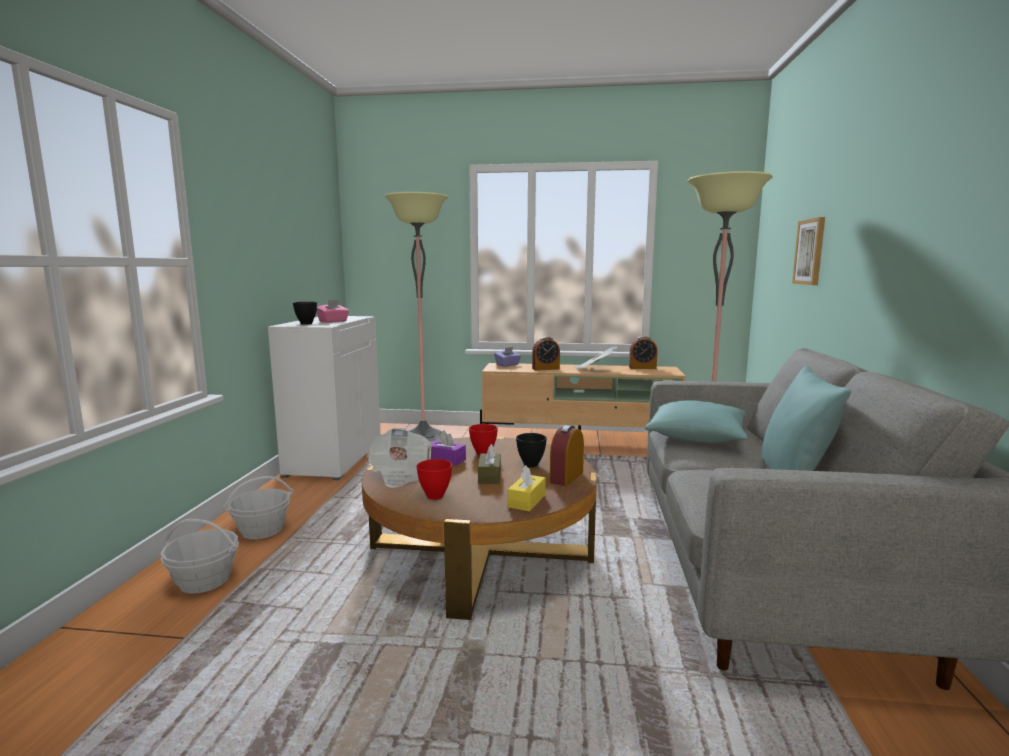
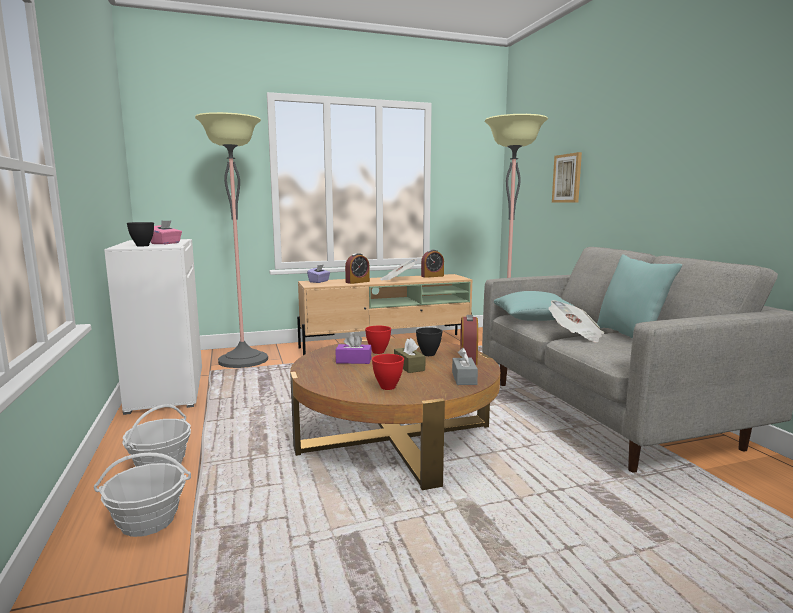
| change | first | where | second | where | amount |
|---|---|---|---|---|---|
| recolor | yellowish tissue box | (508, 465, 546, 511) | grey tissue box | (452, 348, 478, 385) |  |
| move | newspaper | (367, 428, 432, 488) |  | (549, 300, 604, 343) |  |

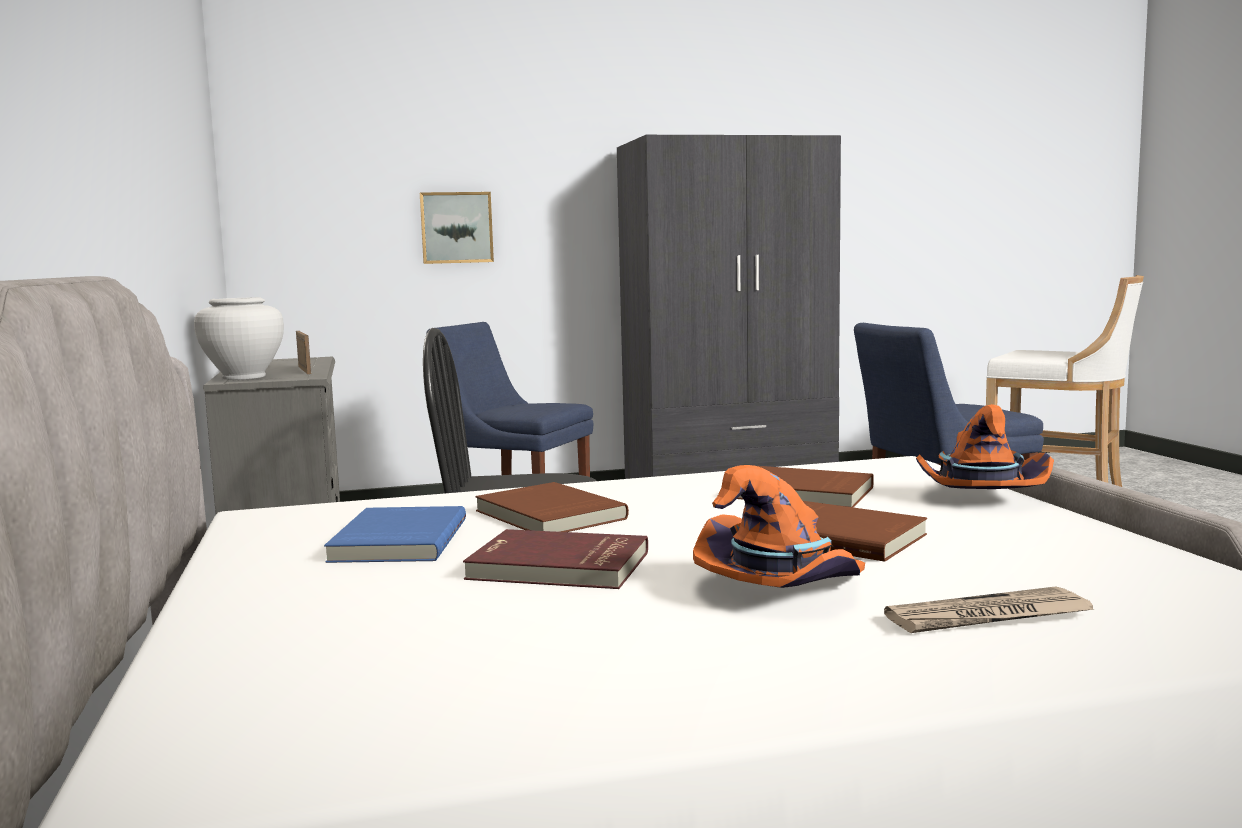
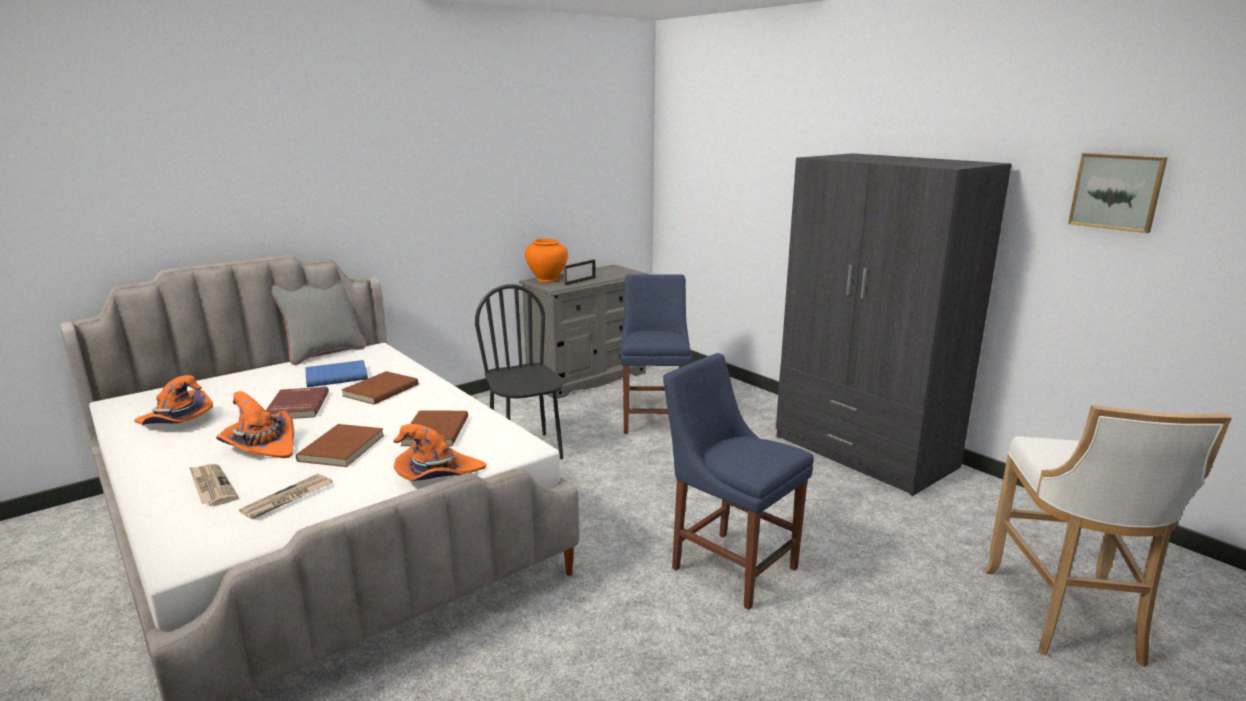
| change | first | where | second | where | amount |
|---|---|---|---|---|---|
| insert |  |  | orange-coloured hat | (134, 375, 213, 425) |  |
| insert |  |  | newspaper | (239, 474, 333, 519) |  |
| insert |  |  | grey pillow | (270, 277, 366, 365) |  |
| recolor | whitish flower vase | (194, 297, 284, 380) | orange-coloured flower vase | (525, 239, 568, 282) |  |
| move | wall art | (420, 192, 494, 264) |  | (1068, 153, 1168, 233) |  |

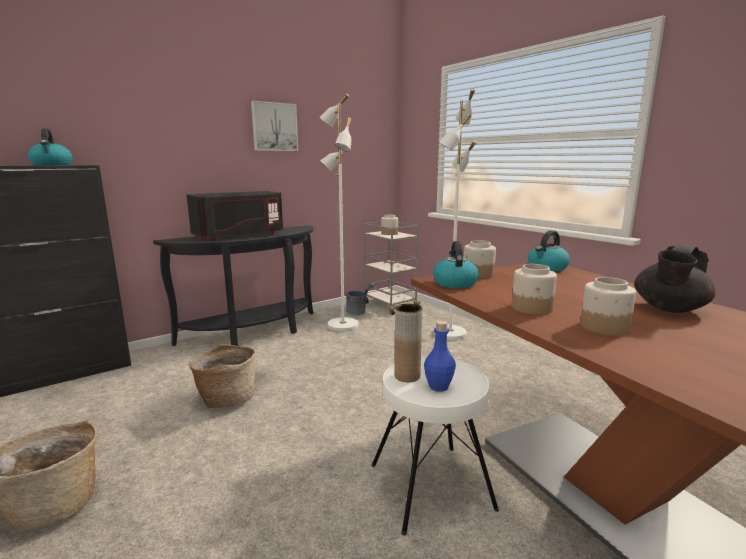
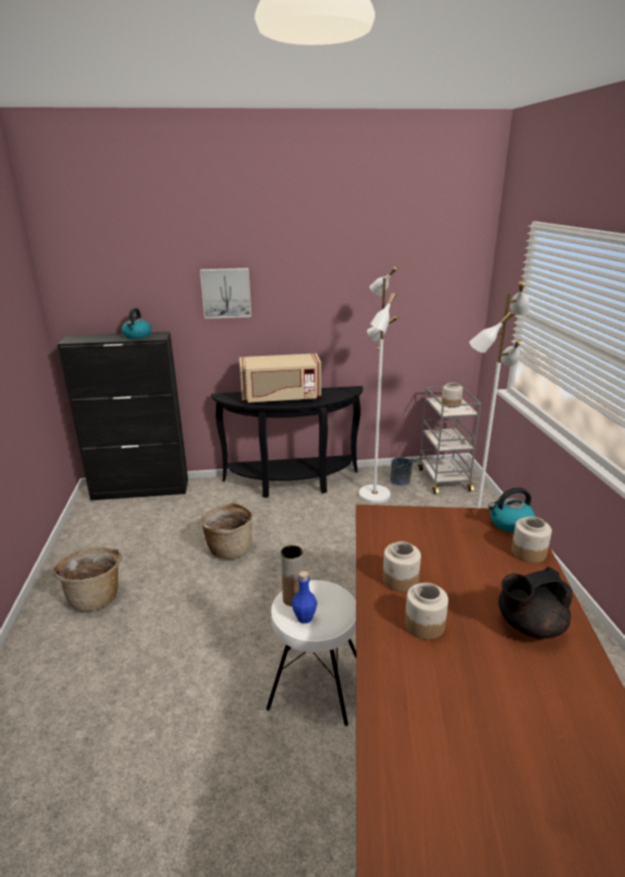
| change | first | where | second | where | amount |
|---|---|---|---|---|---|
| move | wall art | (251, 101, 298, 151) |  | (200, 268, 251, 319) |  |
| recolor | black microwave oven | (187, 191, 283, 240) | sand-coloured microwave oven | (239, 353, 321, 403) |  |
| move | jar | (464, 240, 496, 279) |  | (511, 516, 552, 563) |  |
| delete | water kettle | (433, 241, 479, 288) |  |  |  |

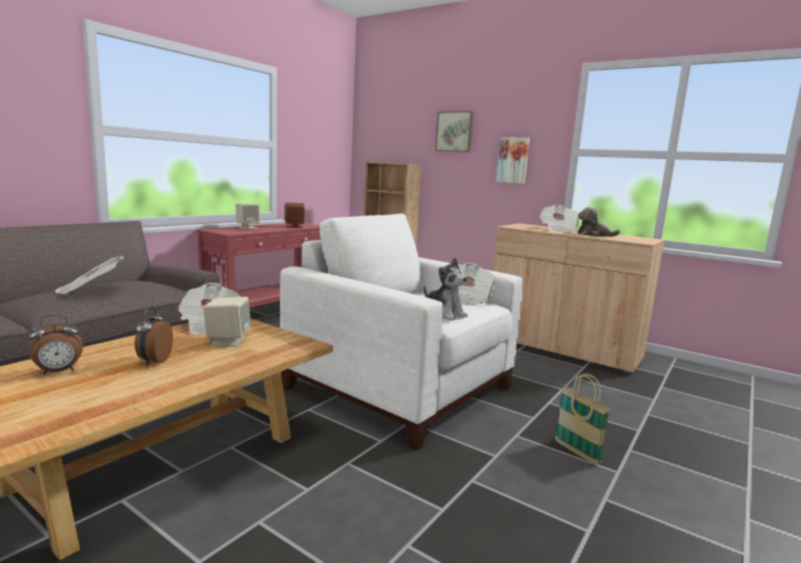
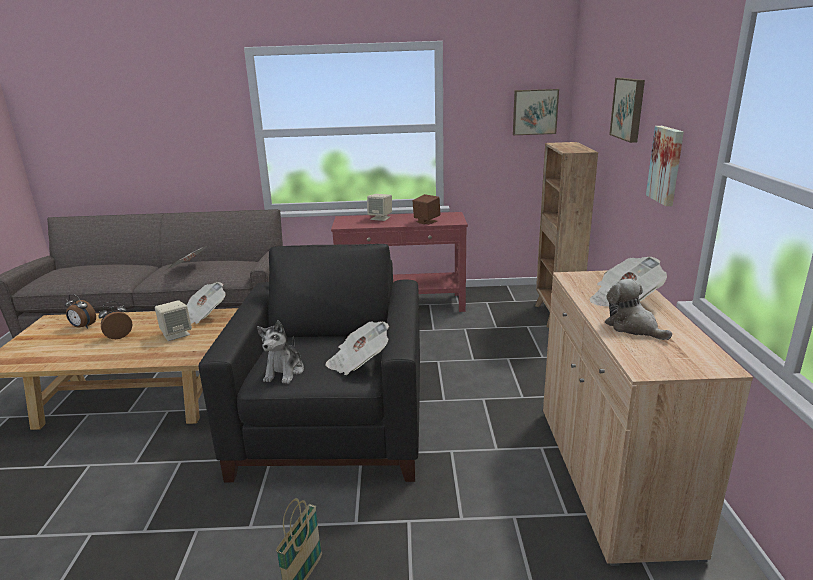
| change | first | where | second | where | amount |
|---|---|---|---|---|---|
| recolor | whitish armchair | (280, 213, 523, 451) | black armchair | (198, 244, 420, 482) |  |
| insert |  |  | wall art | (513, 89, 559, 135) |  |

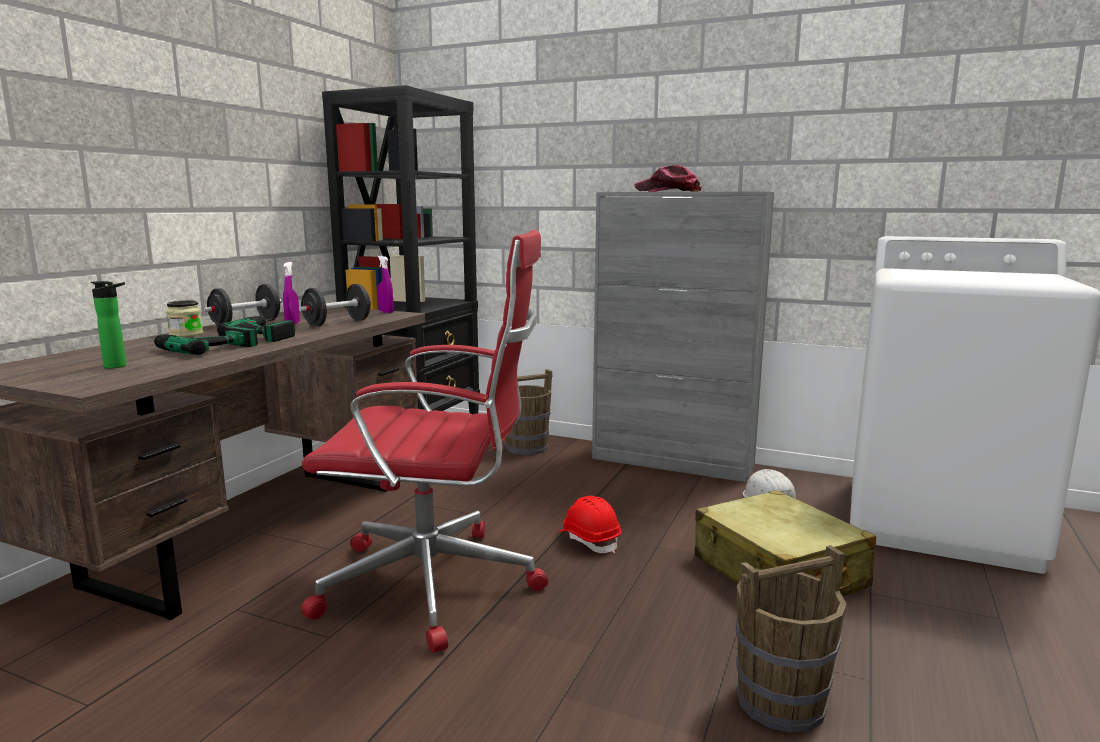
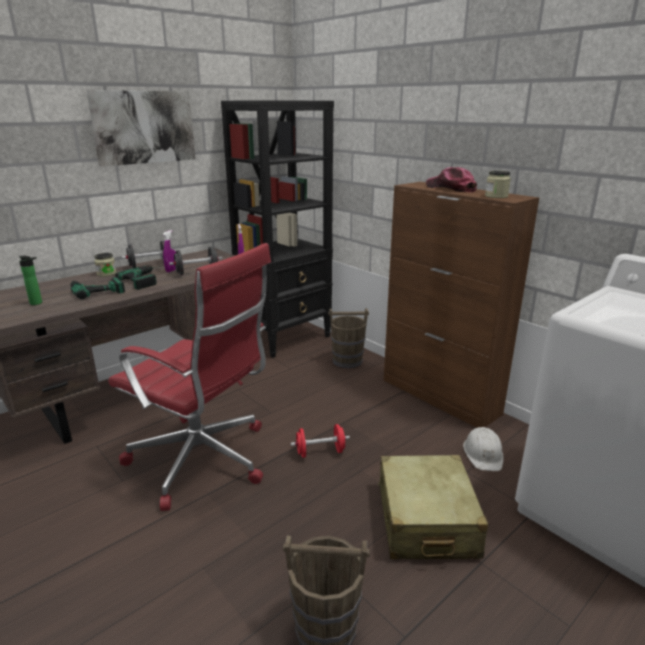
| change | first | where | second | where | amount |
|---|---|---|---|---|---|
| insert |  |  | wall art | (86, 90, 196, 166) |  |
| replace | reddish safety helmet | (558, 496, 621, 553) | reddish dumbbell | (291, 424, 350, 458) |  |
| recolor | grey storage cabinet | (592, 191, 774, 482) | brown storage cabinet | (384, 182, 539, 428) |  |
| insert |  |  | jar | (485, 171, 511, 198) |  |

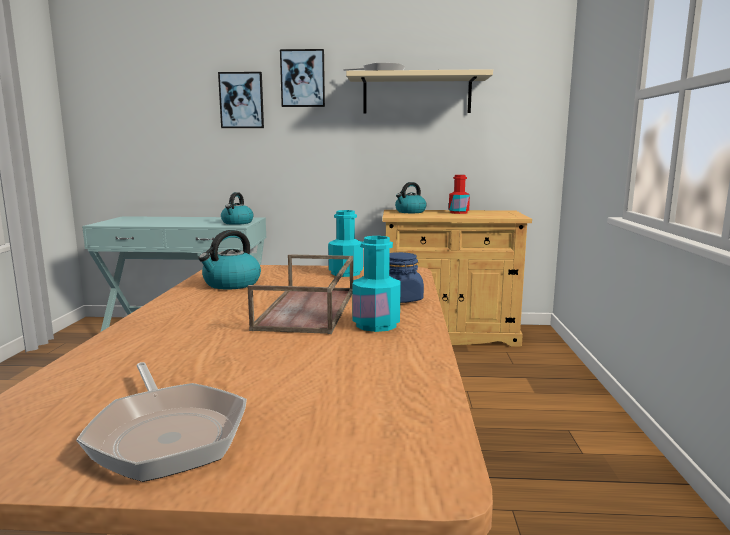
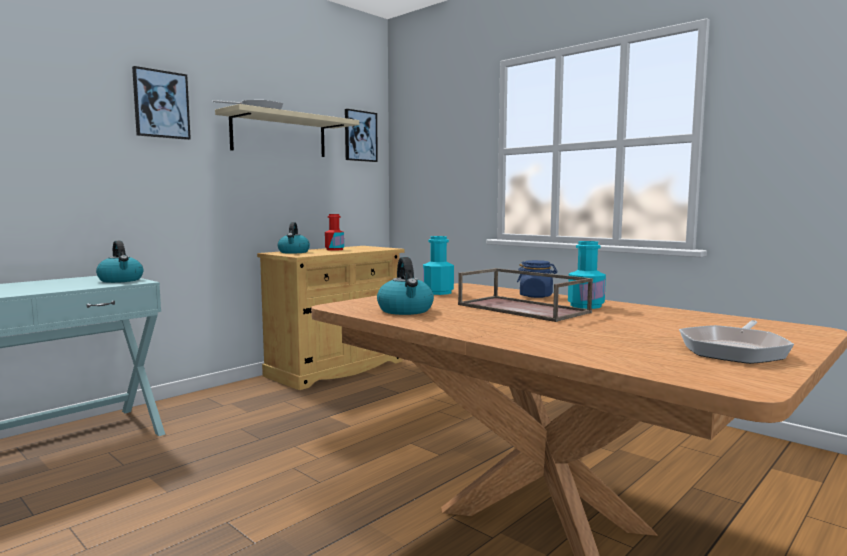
| change | first | where | second | where | amount |
|---|---|---|---|---|---|
| move | wall art | (218, 72, 264, 128) |  | (345, 109, 378, 162) |  |
| rotate | skillet | (76, 362, 247, 482) |  | (679, 320, 794, 364) | 120 degrees clockwise |

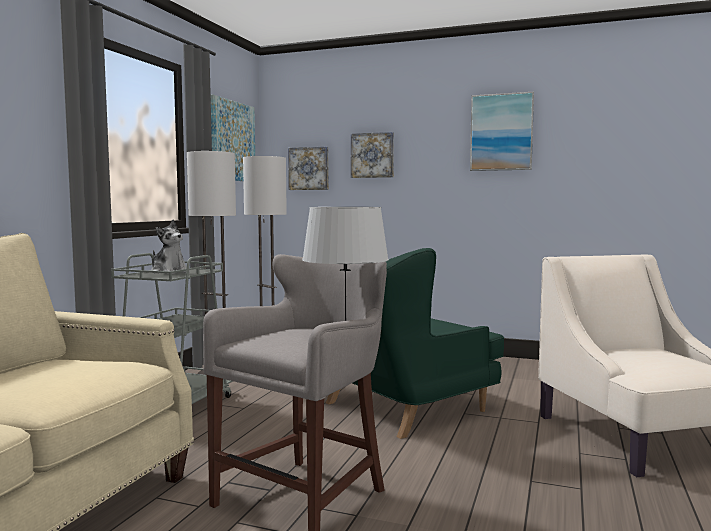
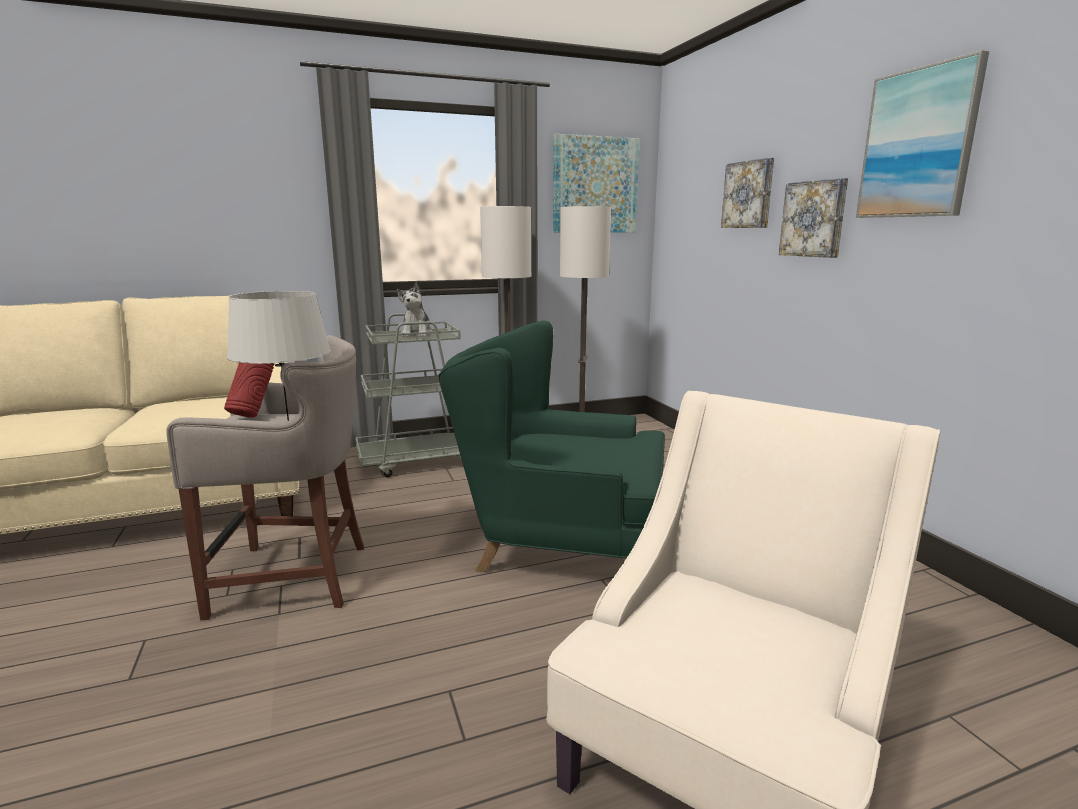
| change | first | where | second | where | amount |
|---|---|---|---|---|---|
| insert |  |  | reddish flower vase | (224, 363, 275, 418) |  |
| move | wall art | (288, 147, 329, 190) |  | (779, 178, 848, 258) |  |

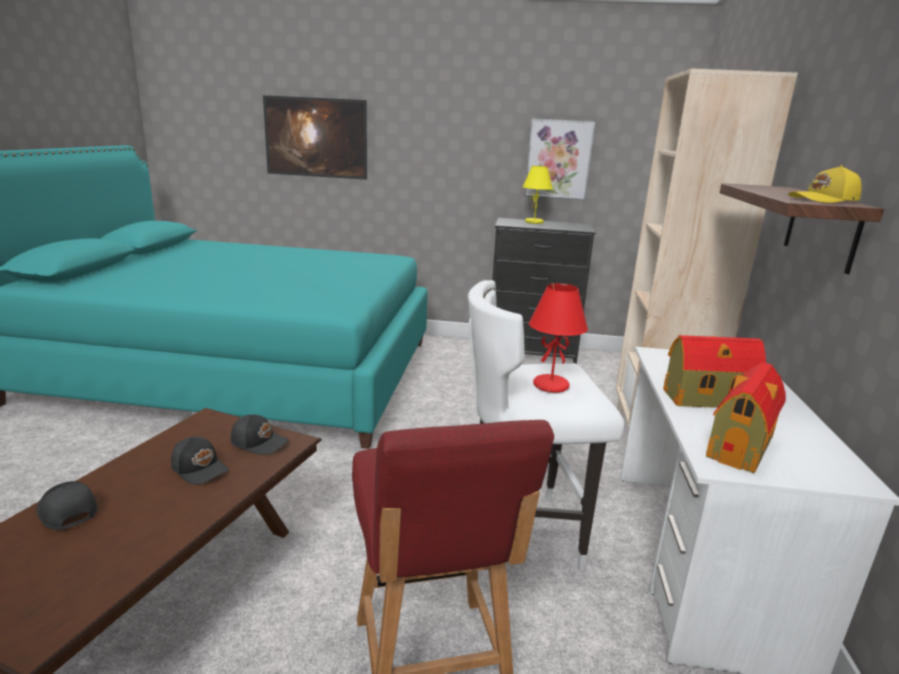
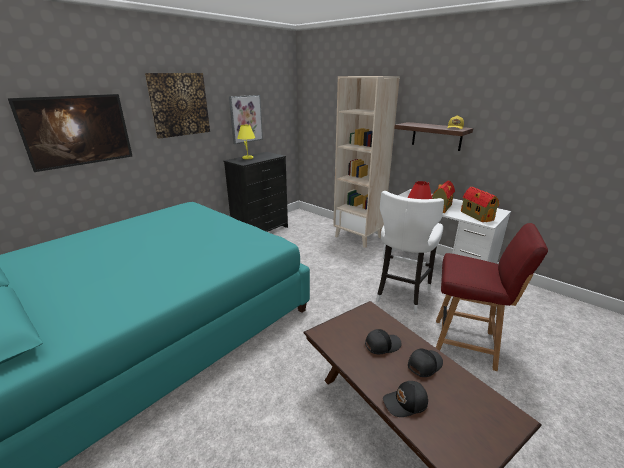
| change | first | where | second | where | amount |
|---|---|---|---|---|---|
| insert |  |  | wall art | (145, 73, 210, 139) |  |
| move | black peaked cap | (231, 414, 289, 455) |  | (408, 349, 443, 377) |  |

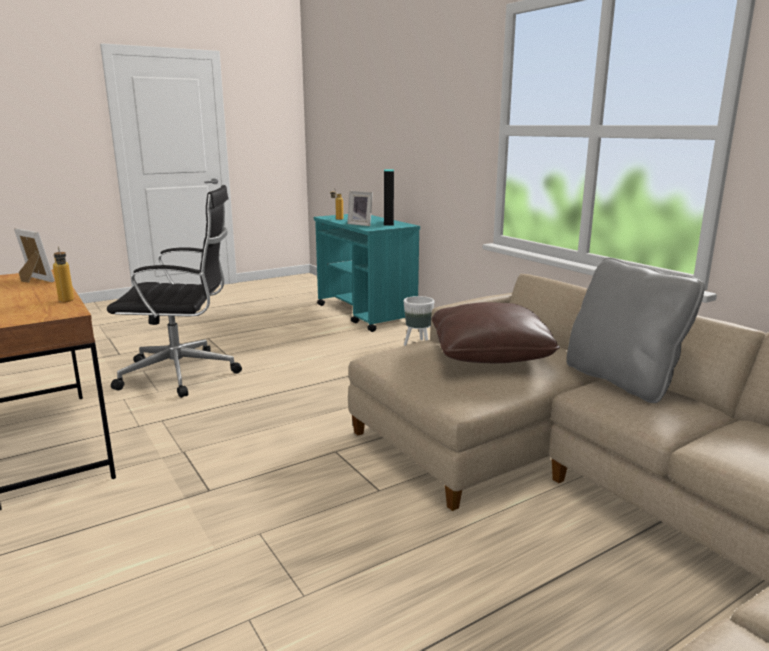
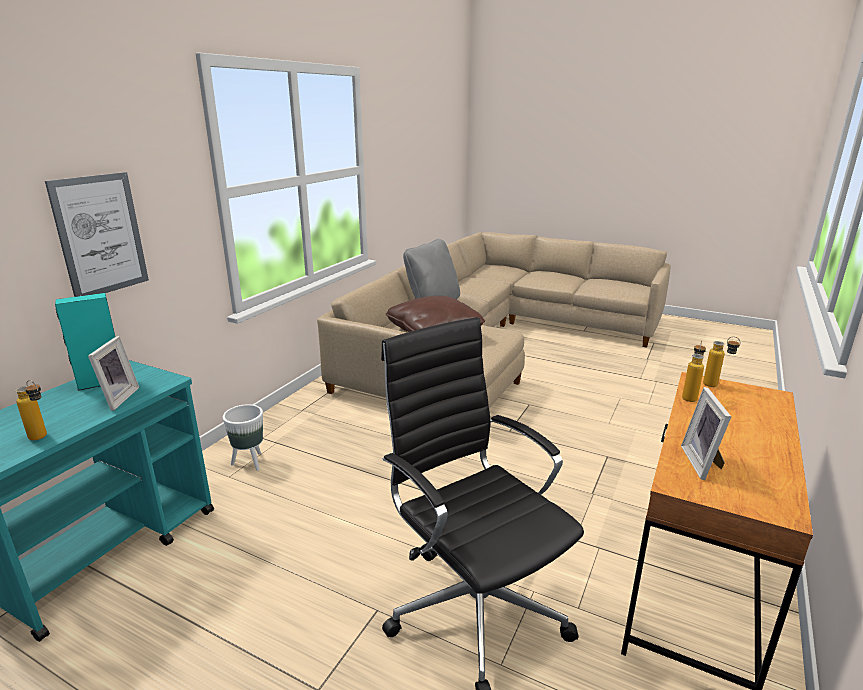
| change | first | where | second | where | amount |
|---|---|---|---|---|---|
| insert |  |  | wall art | (45, 172, 149, 297) |  |
| insert |  |  | beverage bottle | (703, 336, 740, 387) |  |

